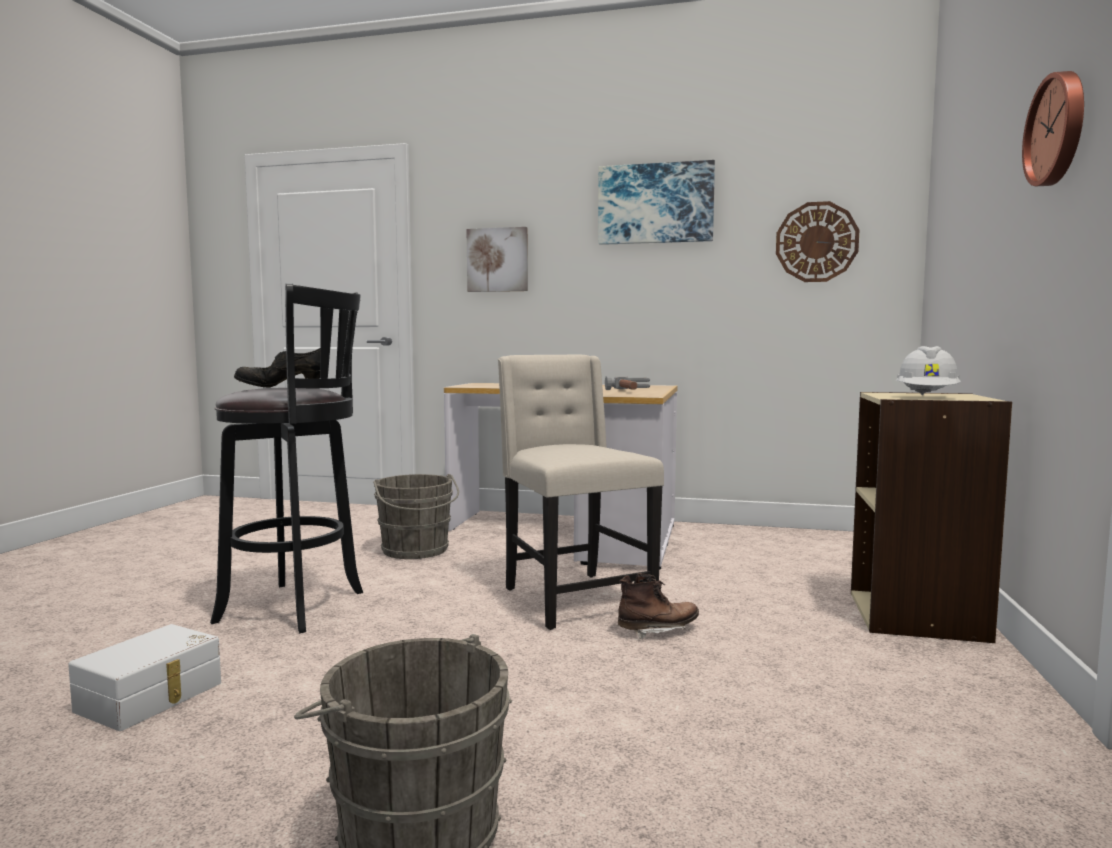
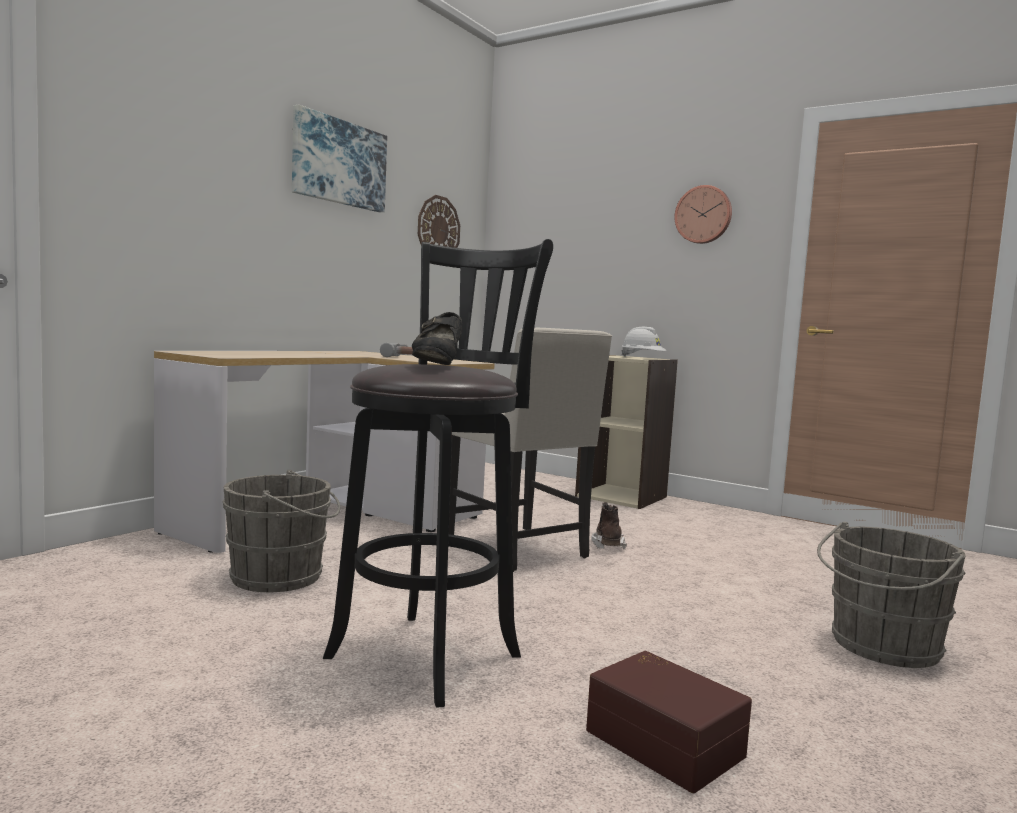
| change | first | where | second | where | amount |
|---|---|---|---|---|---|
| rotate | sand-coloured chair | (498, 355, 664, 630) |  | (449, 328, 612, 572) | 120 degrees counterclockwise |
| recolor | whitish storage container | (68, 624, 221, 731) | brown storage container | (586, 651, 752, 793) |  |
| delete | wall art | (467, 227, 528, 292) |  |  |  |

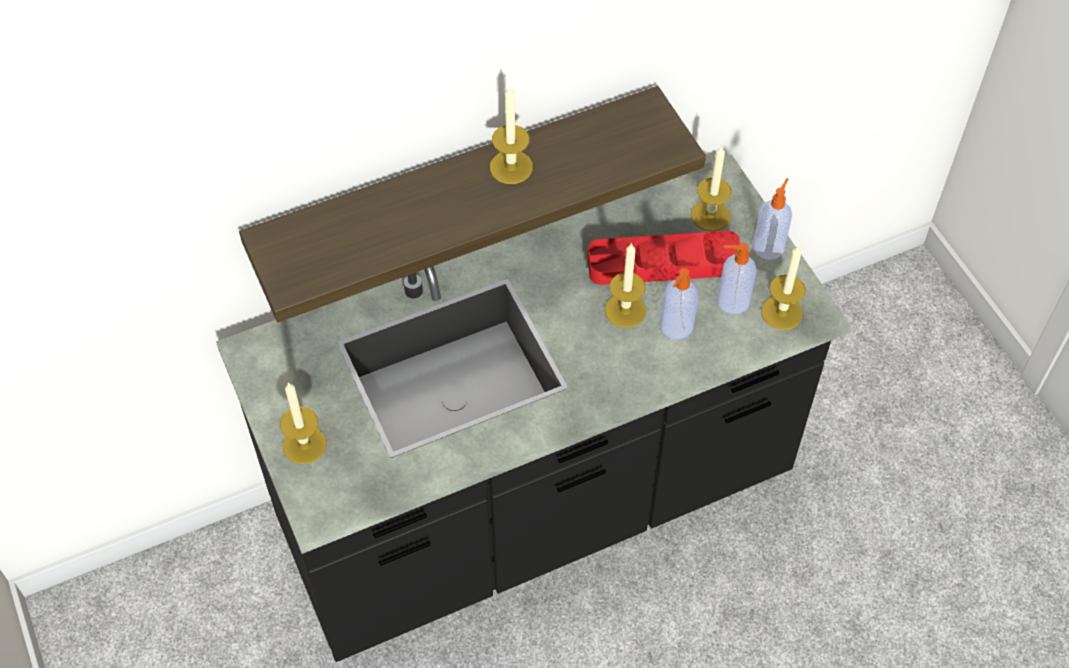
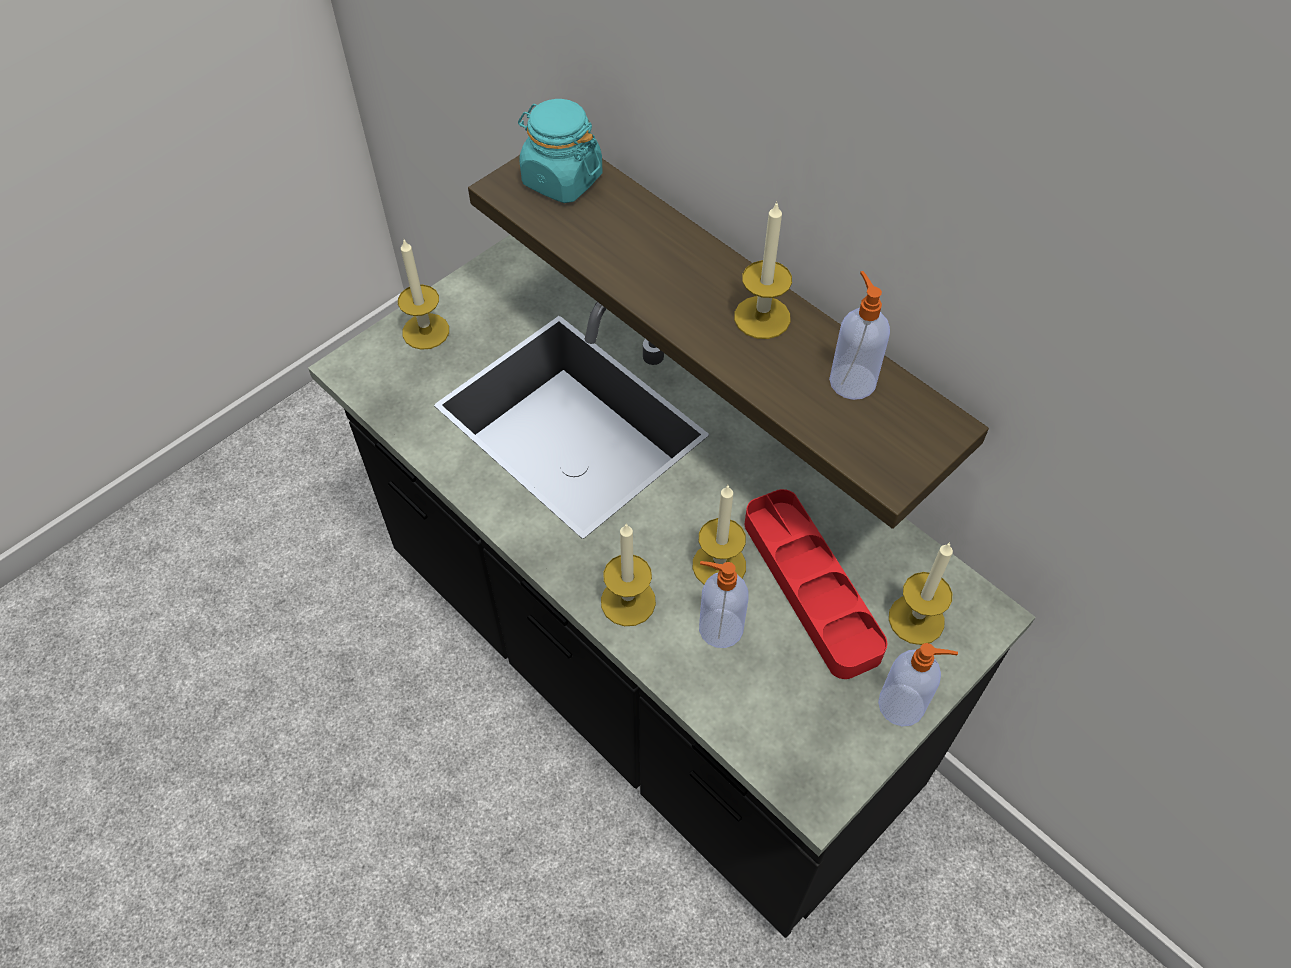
| change | first | where | second | where | amount |
|---|---|---|---|---|---|
| insert |  |  | turquoise jar | (518, 99, 602, 203) |  |
| move | wax candle | (761, 245, 806, 330) |  | (601, 523, 656, 626) |  |
| move | soap bottle | (717, 243, 757, 314) |  | (829, 271, 890, 400) |  |

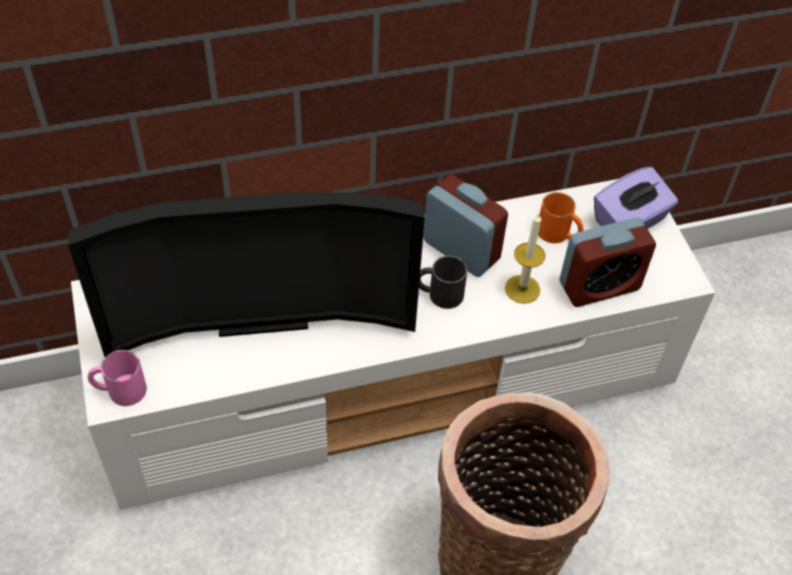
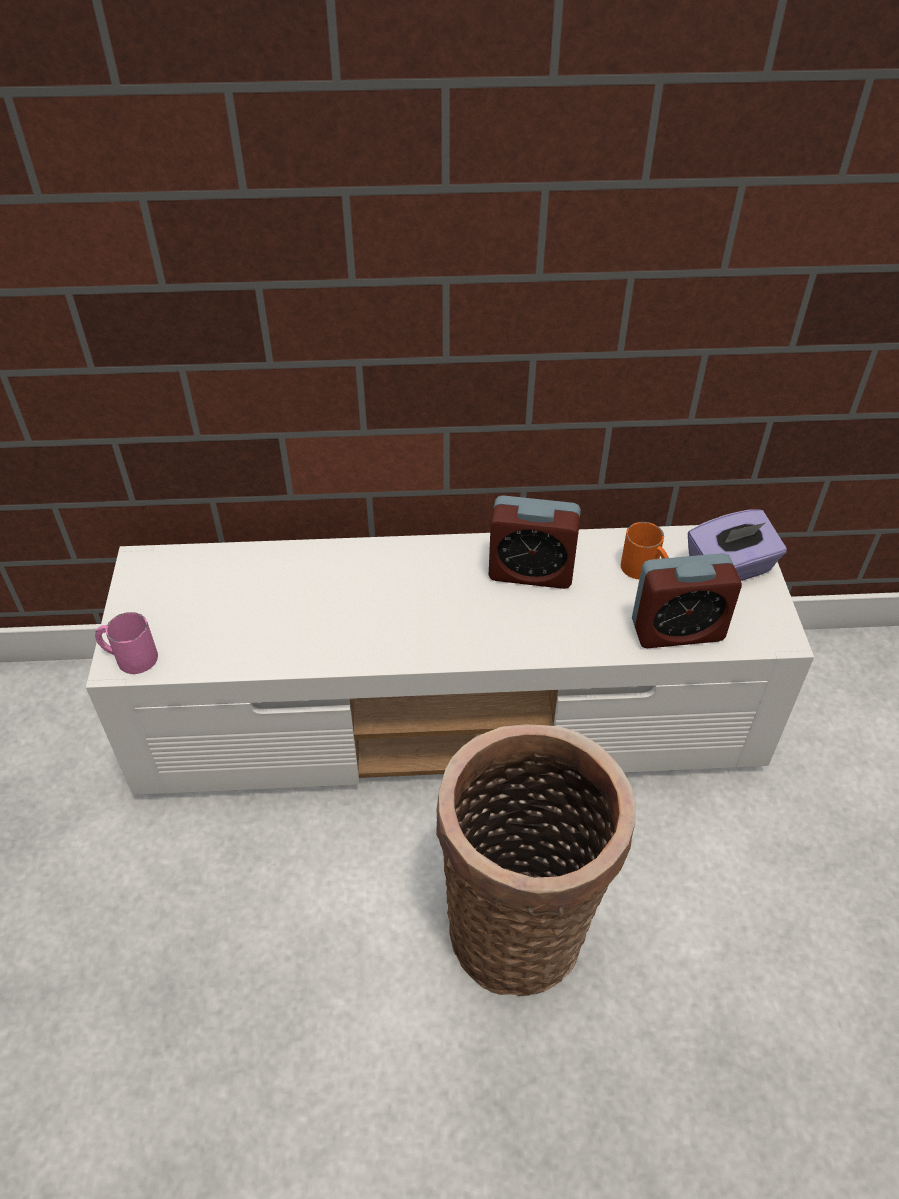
| change | first | where | second | where | amount |
|---|---|---|---|---|---|
| rotate | bedside clock | (423, 174, 508, 277) |  | (489, 495, 581, 589) | 135 degrees clockwise |
| delete | TV | (68, 192, 425, 357) |  |  |  |
| delete | black tea mug | (419, 256, 467, 309) |  |  |  |
| delete | wax candle | (505, 213, 545, 304) |  |  |  |

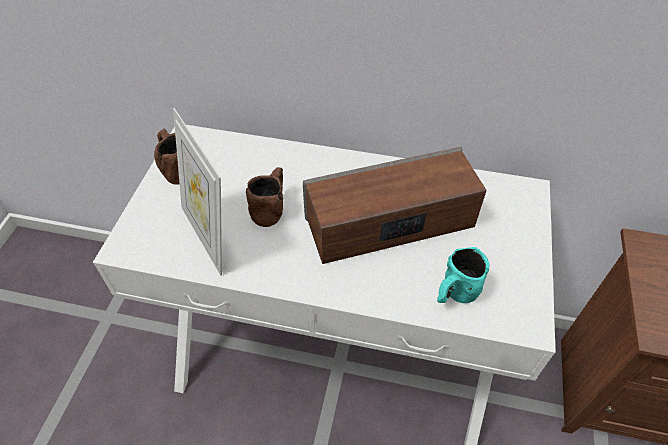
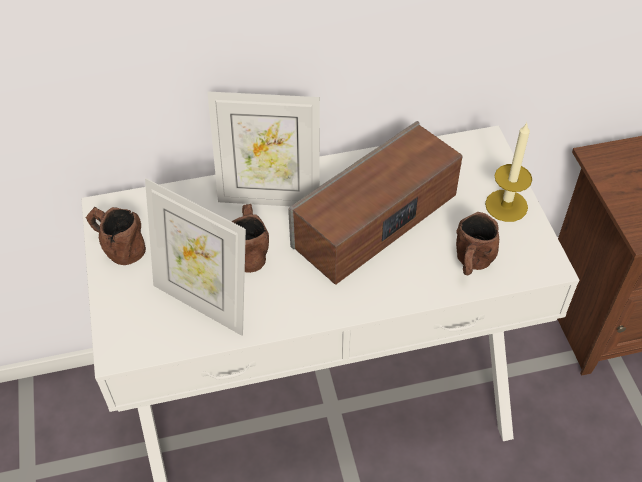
| change | first | where | second | where | amount |
|---|---|---|---|---|---|
| insert |  |  | photo frame | (207, 91, 320, 206) |  |
| recolor | turquoise tea mug | (437, 247, 489, 303) | brown tea mug | (456, 212, 499, 275) |  |
| insert |  |  | wax candle | (485, 122, 532, 222) |  |

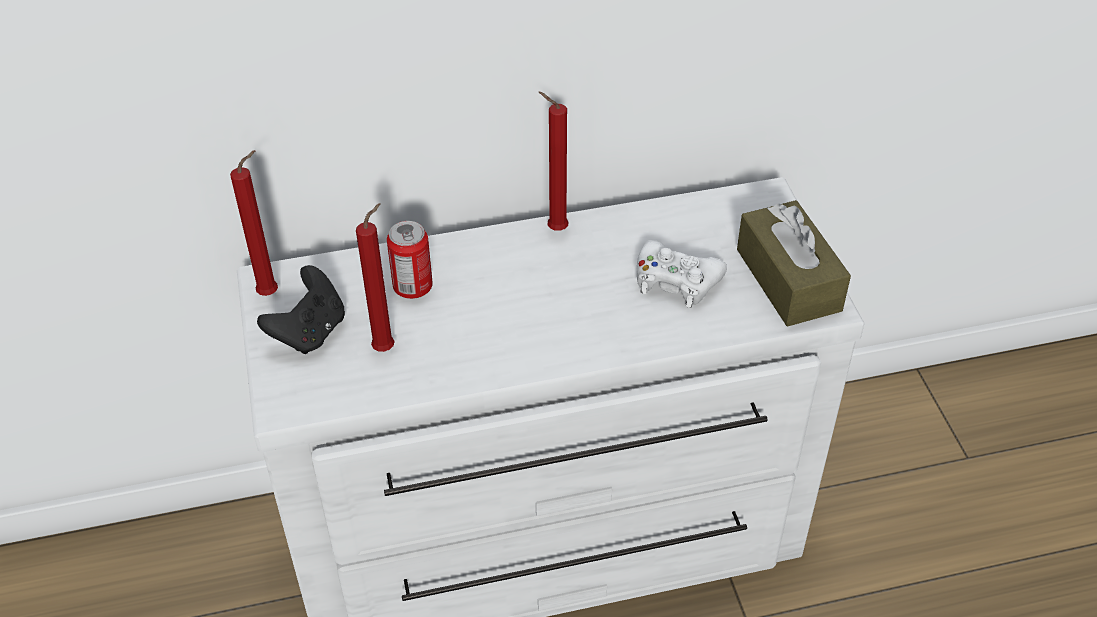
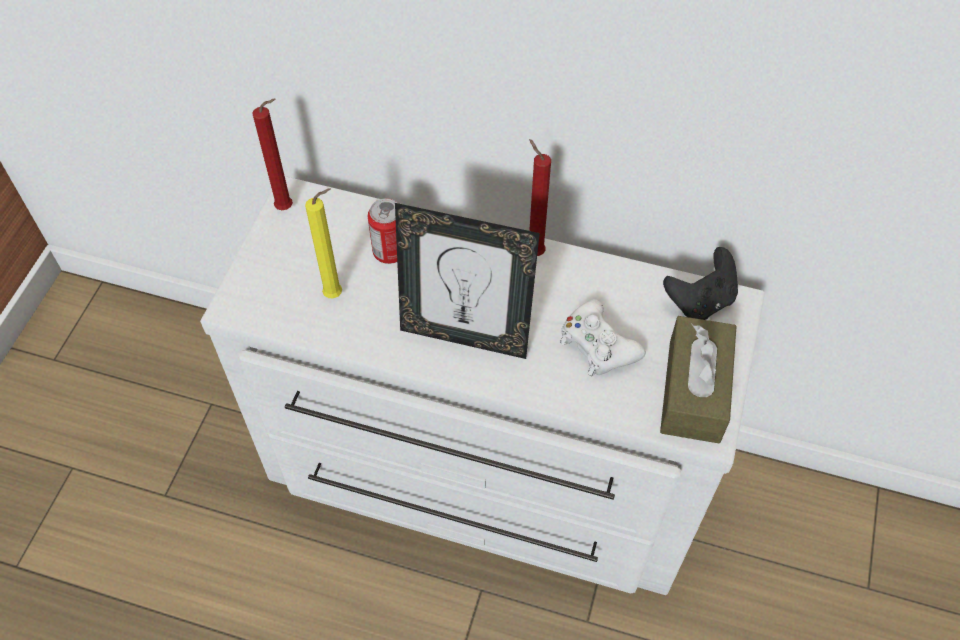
| change | first | where | second | where | amount |
|---|---|---|---|---|---|
| recolor | reddish wax candle | (356, 203, 395, 352) | yellowish wax candle | (305, 188, 342, 298) |  |
| insert |  |  | photo frame | (395, 203, 540, 359) |  |
| move | black joypad | (257, 265, 345, 354) |  | (663, 247, 738, 320) |  |

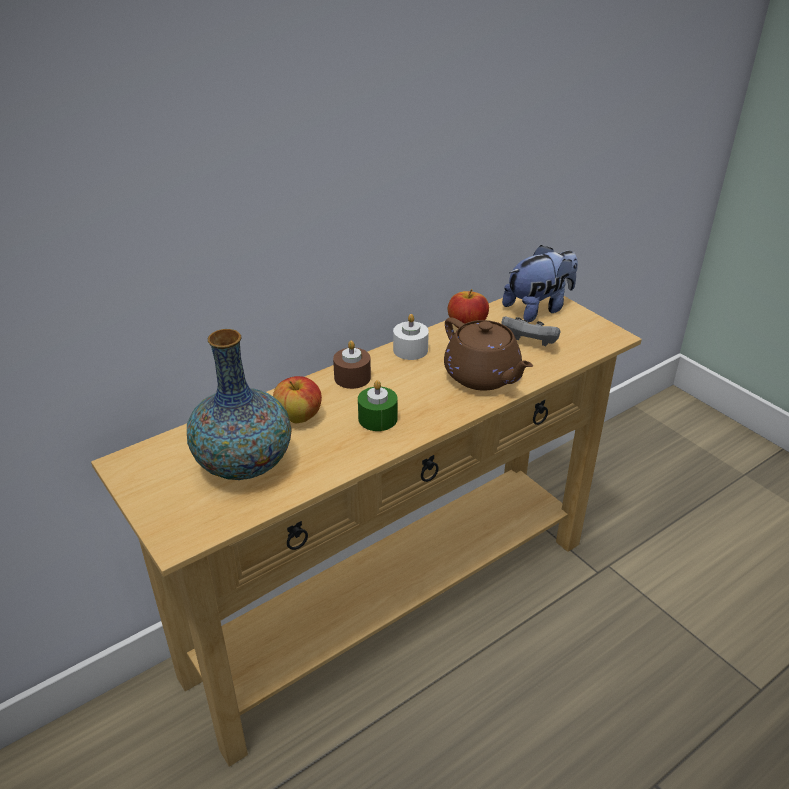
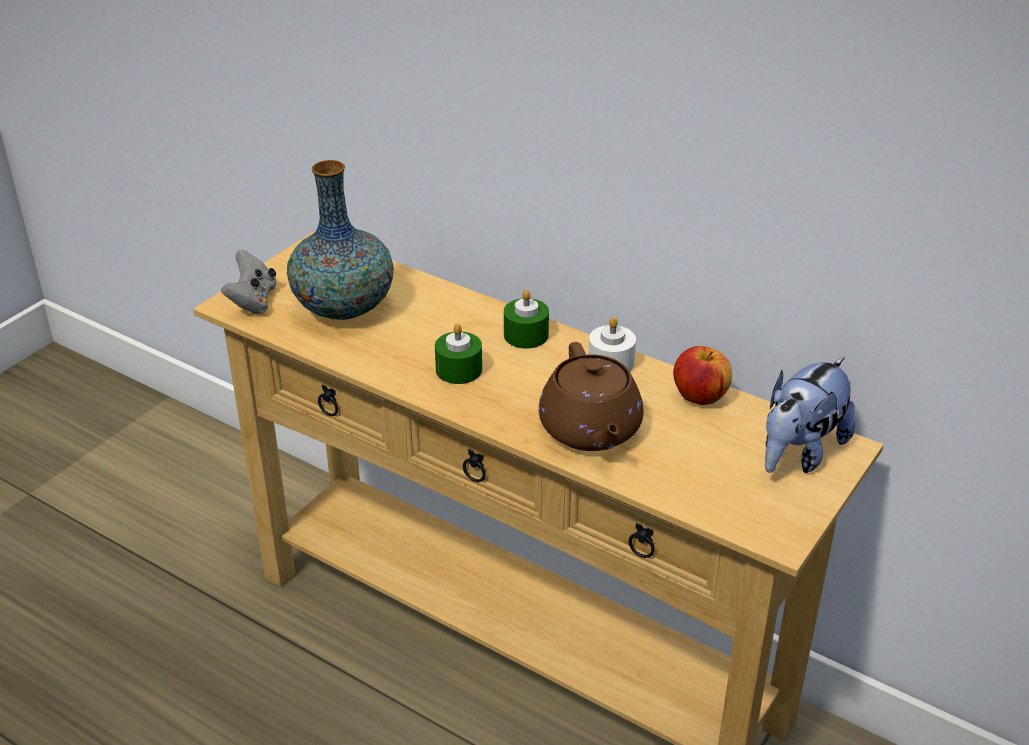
| change | first | where | second | where | amount |
|---|---|---|---|---|---|
| move | grey joypad | (501, 316, 560, 346) |  | (221, 250, 276, 314) |  |
| recolor | brown wax candle | (333, 341, 371, 389) | green-coloured wax candle | (504, 290, 549, 348) |  |
| rotate | brown pot for tea | (444, 317, 533, 391) |  | (539, 342, 644, 451) | 45 degrees counterclockwise |
| rotate | soft toy | (502, 245, 578, 322) |  | (765, 357, 855, 473) | 90 degrees clockwise |
| delete | apple fruit | (273, 376, 322, 423) |  |  |  |

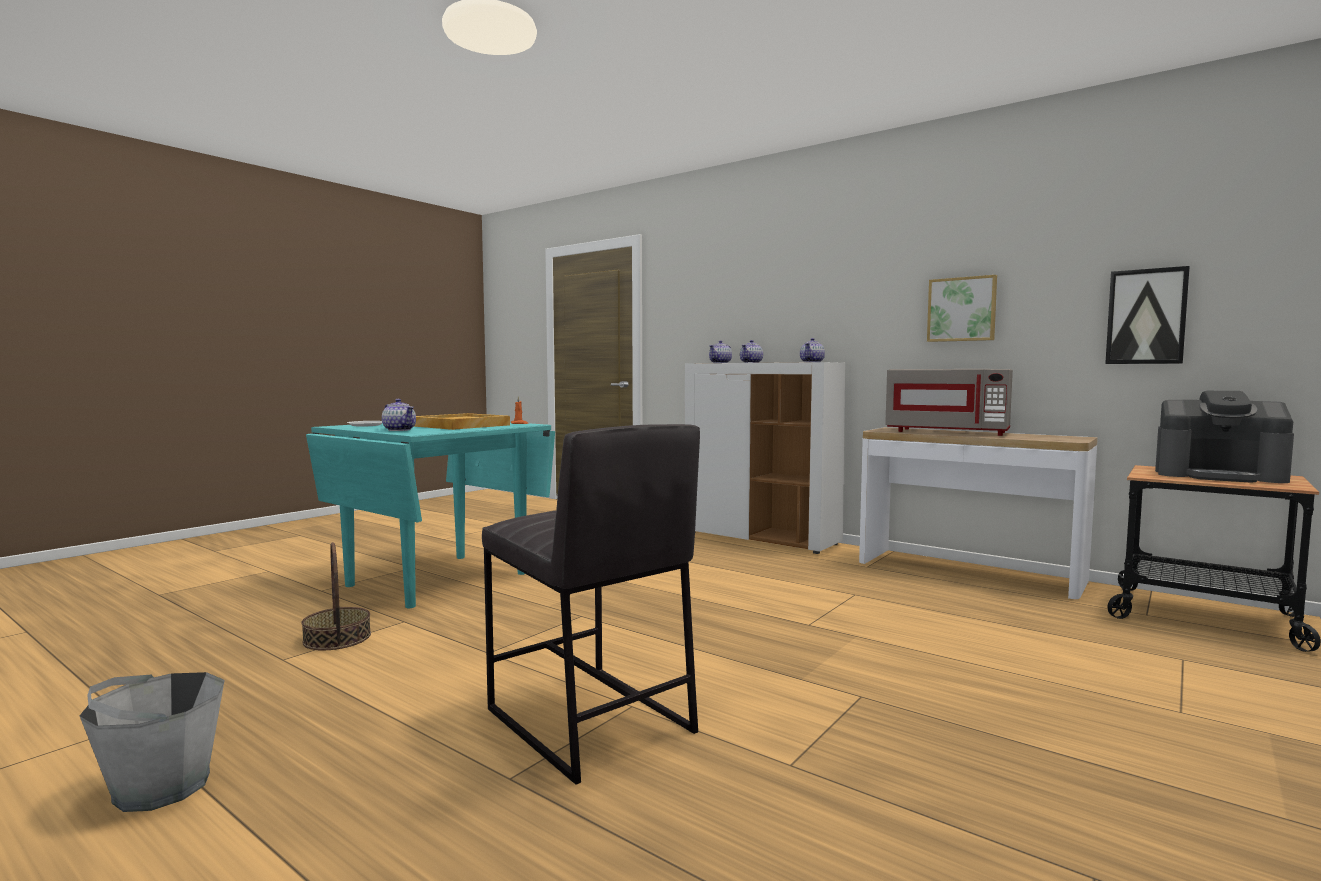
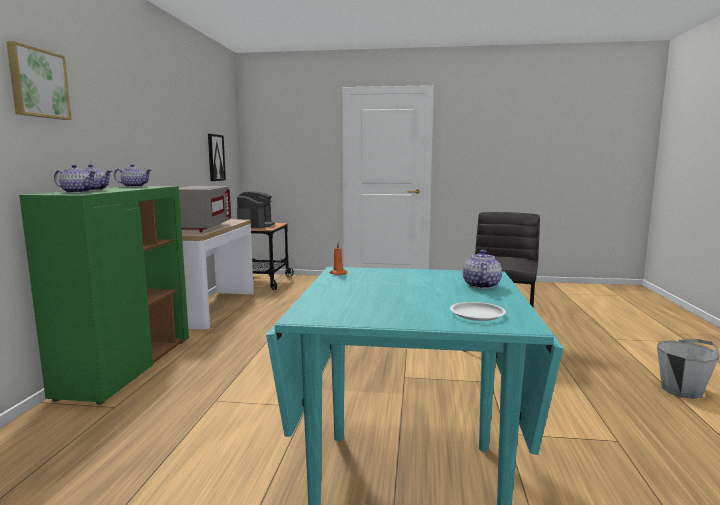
| change | first | where | second | where | amount |
|---|---|---|---|---|---|
| move | wall art | (927, 275, 997, 342) |  | (6, 41, 72, 120) |  |
| recolor | whitish storage cabinet | (685, 362, 845, 554) | green-coloured storage cabinet | (19, 186, 189, 405) |  |
| delete | basket | (301, 542, 371, 650) |  |  |  |
| delete | sand-coloured tray | (414, 413, 510, 430) |  |  |  |

